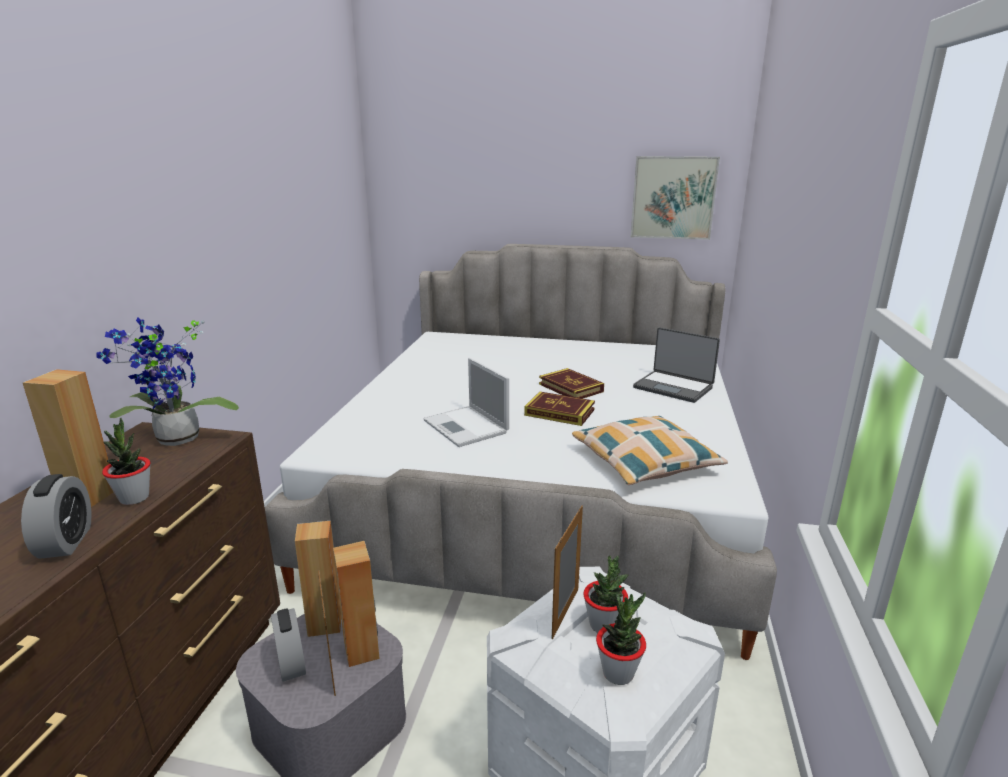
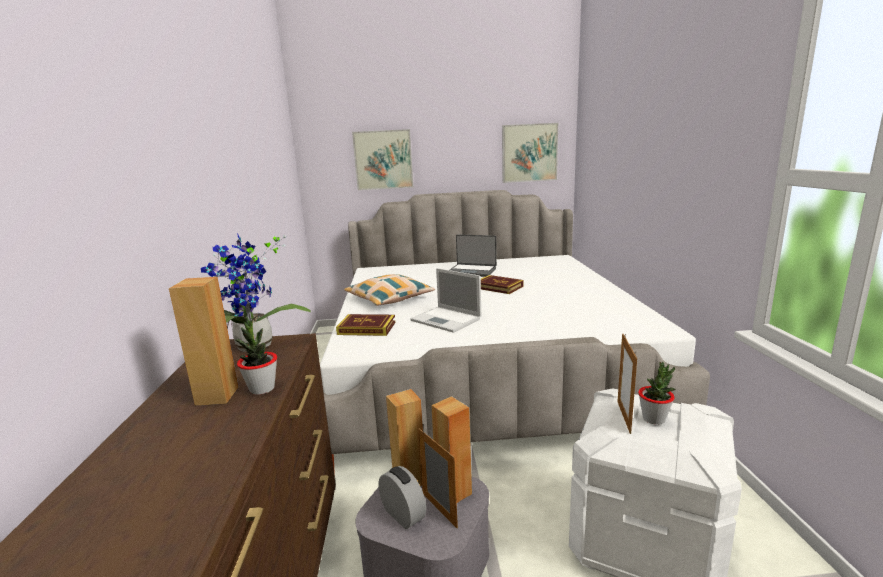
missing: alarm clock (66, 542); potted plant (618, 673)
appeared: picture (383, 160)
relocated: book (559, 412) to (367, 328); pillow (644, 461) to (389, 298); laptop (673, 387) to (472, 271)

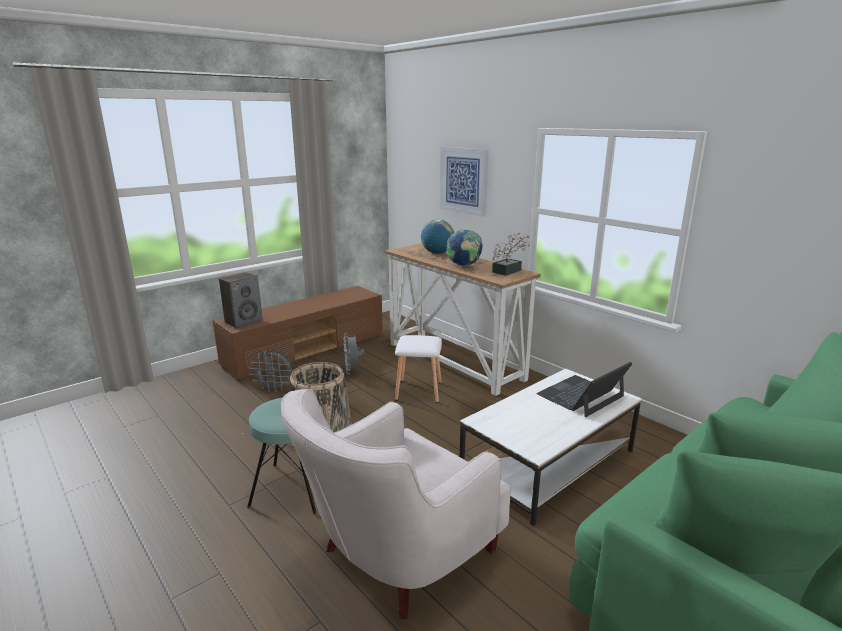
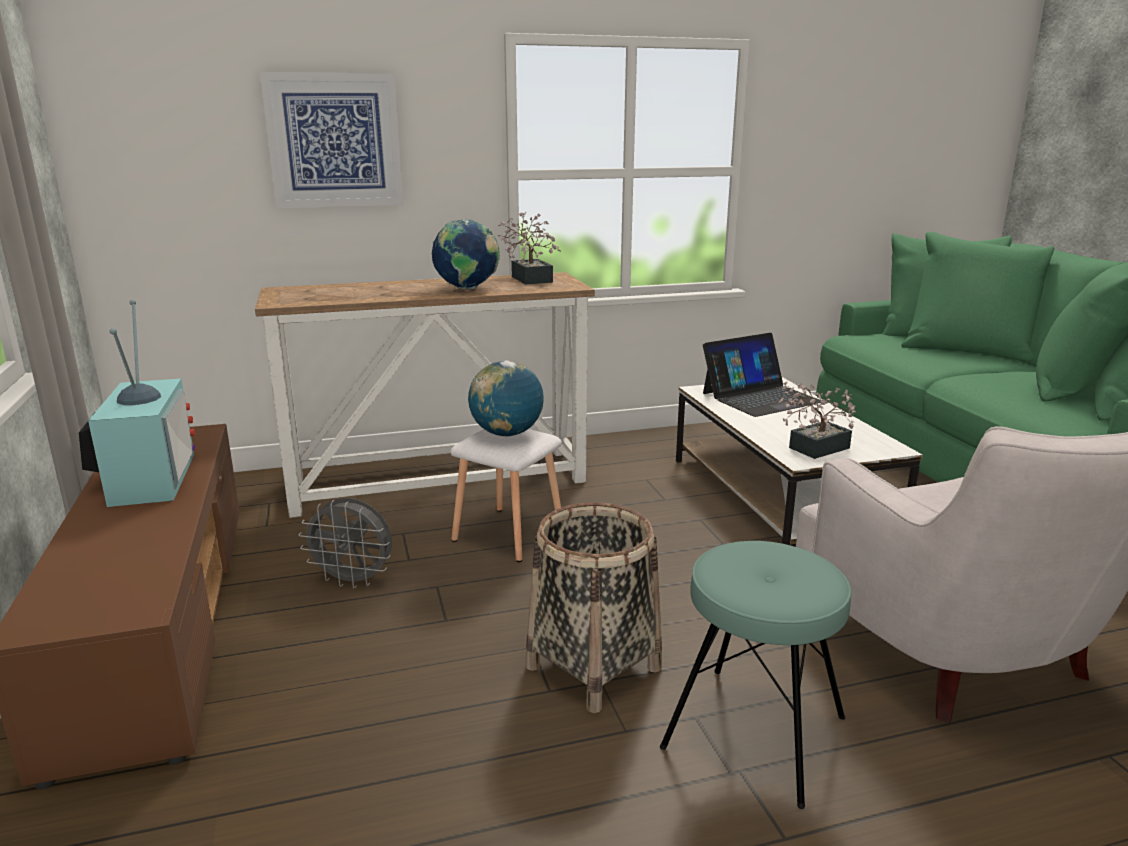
missing: speaker (243, 321); fan (grey) (275, 388)
appeared: television (147, 478); potted plant (813, 449)
relocated: globe (437, 253) to (507, 434)
spun: laptop (581, 395) = (760, 397) 105 degrees counterclockwise

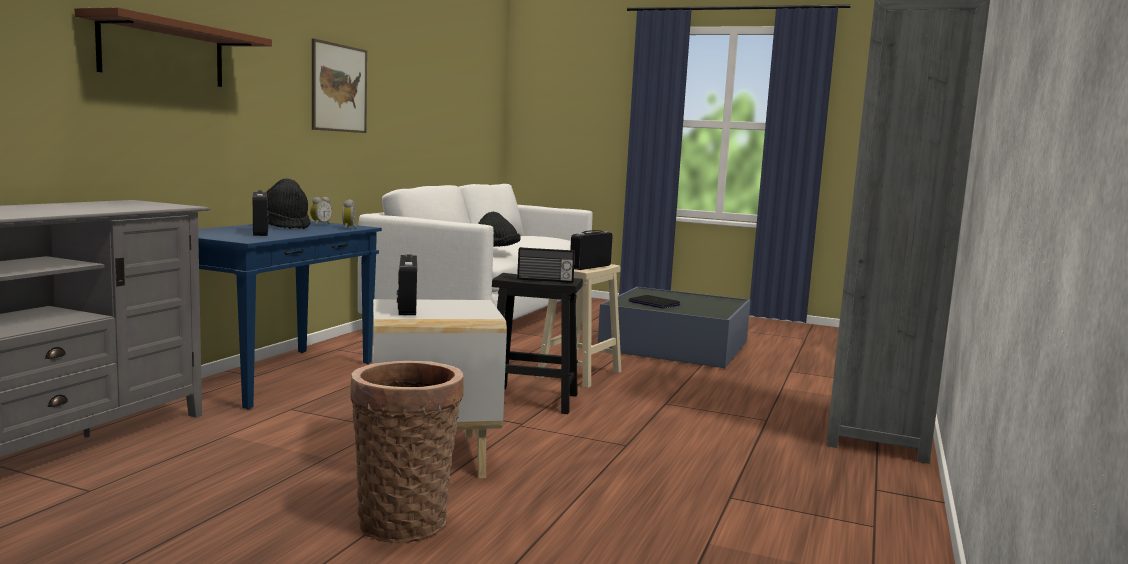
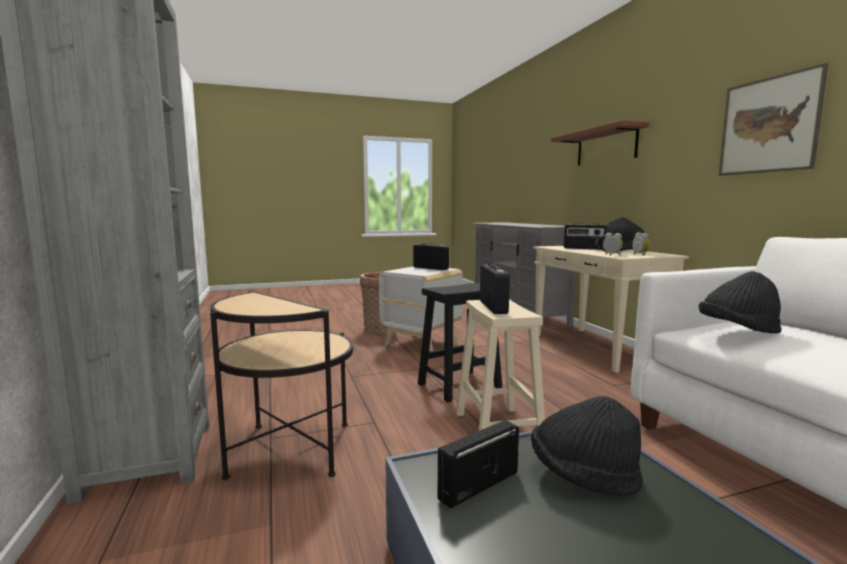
appeared: side table (291, 448)
relocated: radio (545, 280) to (477, 484)
exchanged: laptop (653, 303) to hat (black) (583, 476)
colour: console table (blue) (278, 377) to console table (beige) (597, 349)

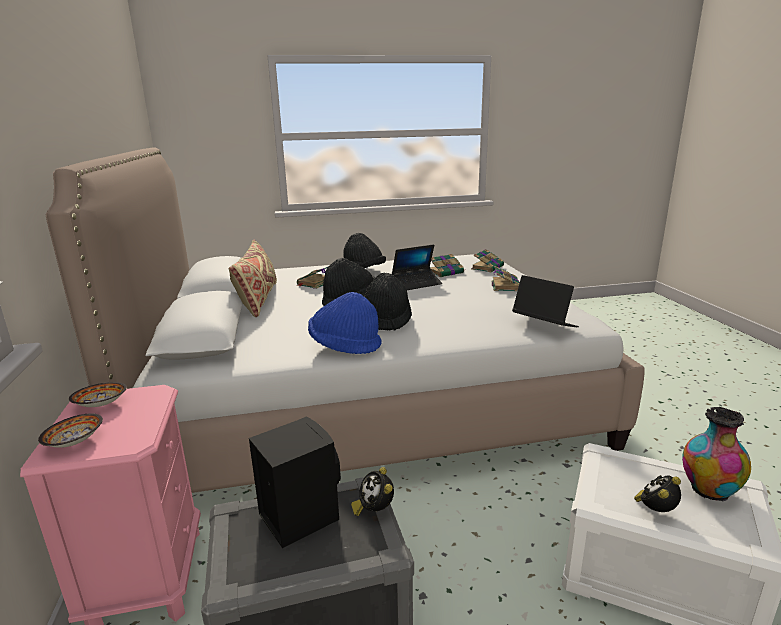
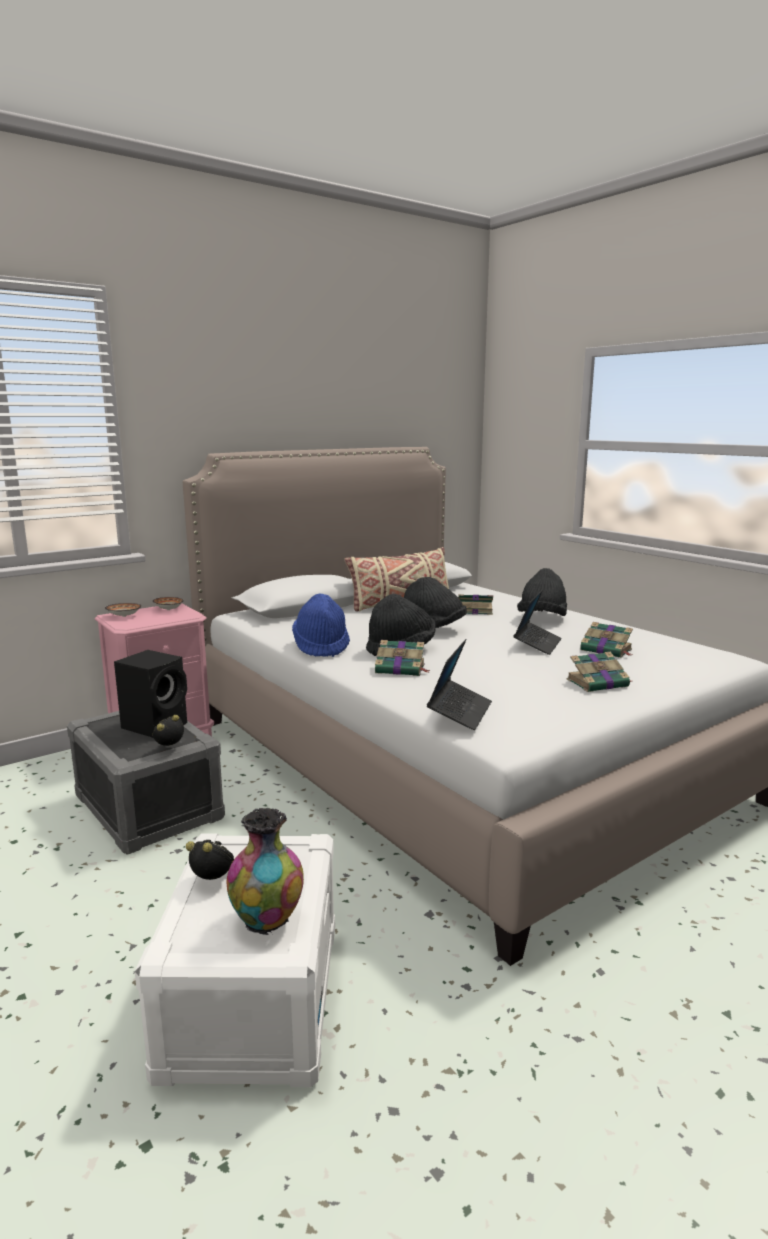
relocated: book (487, 267) to (401, 669)
spun: laptop (417, 283) = (537, 644) 105 degrees counterclockwise

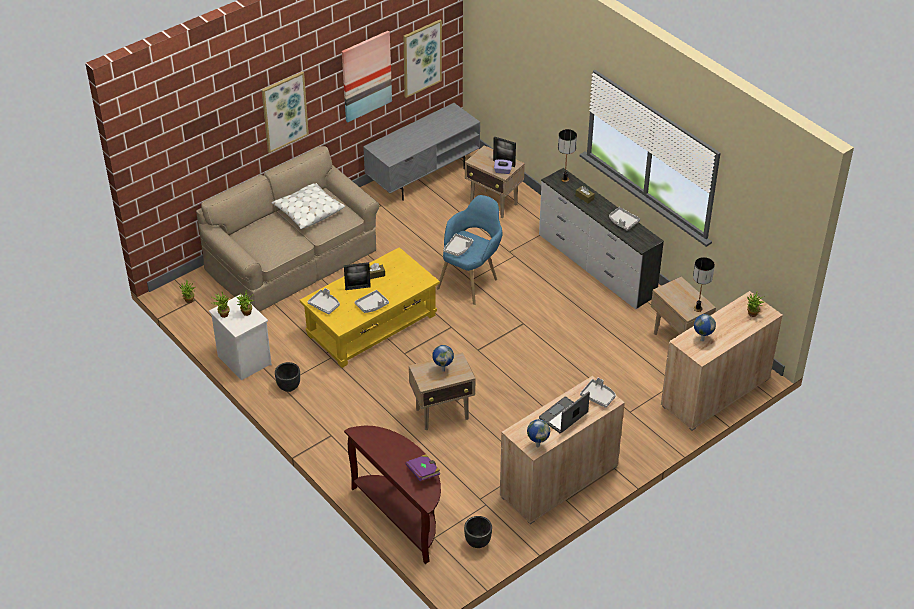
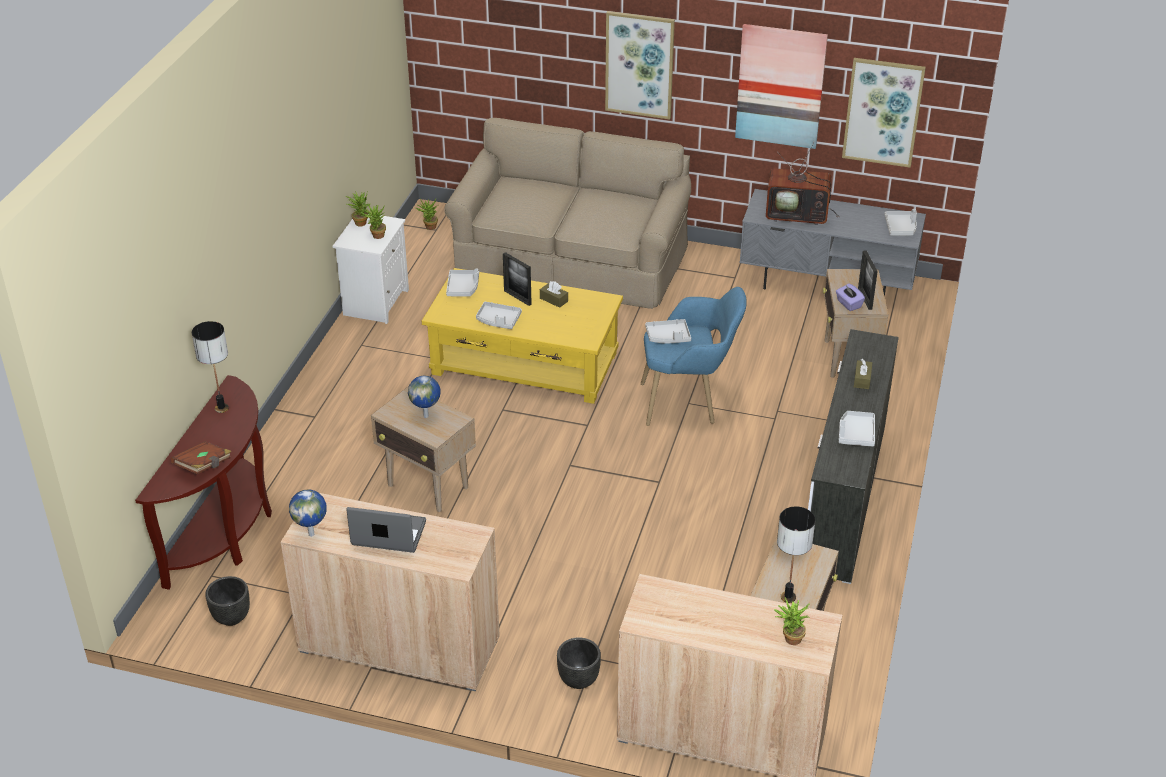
missing: pillow (white) (308, 211); globe (702, 339)
appeared: television (798, 215)
relocated: table lamp (565, 179) to (222, 408); planter (black) (288, 387) to (578, 680); tray (grey) (598, 396) to (901, 228)
colour: book (purple) (423, 472) to book (brown) (204, 466)

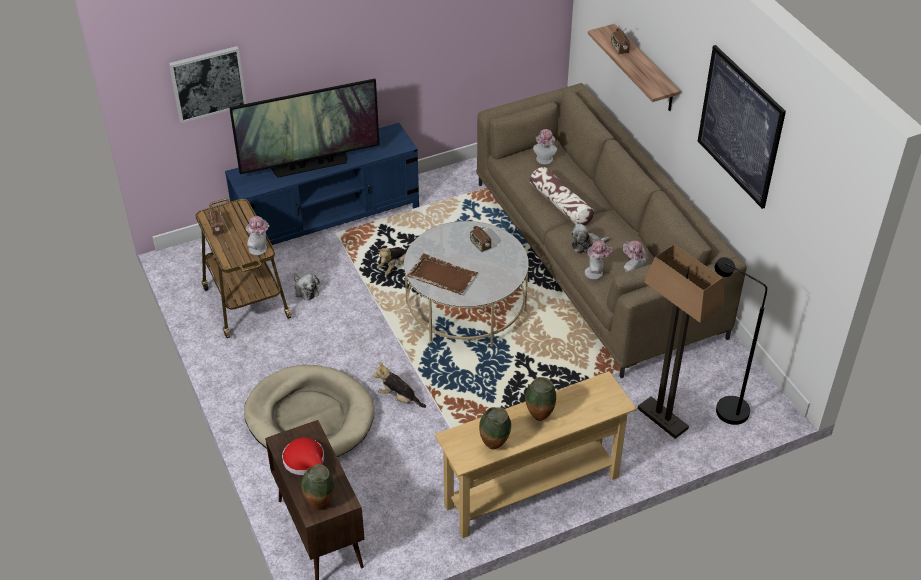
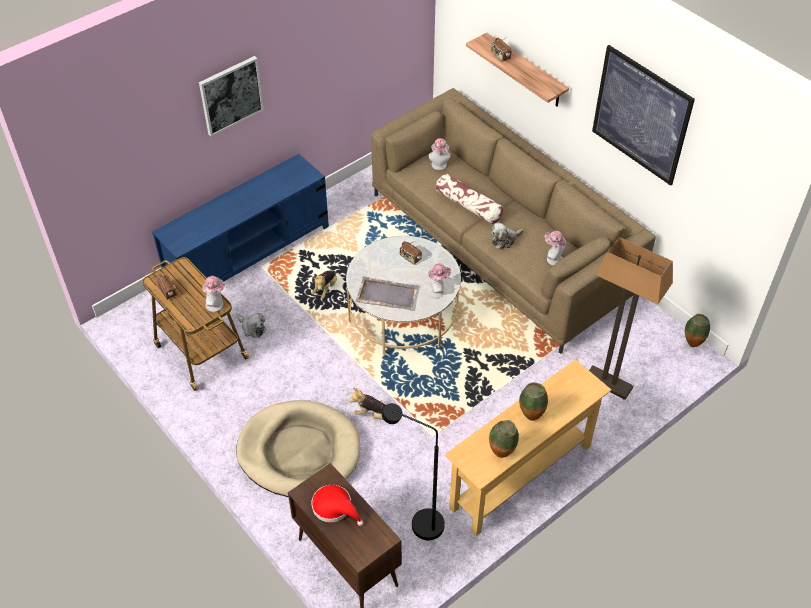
missing: television (310, 165)
relocated: picture (208, 83) to (231, 95); floor lamp (black) (723, 407) to (418, 522); hat (596, 273) to (438, 291); vase (319, 503) to (692, 343)
colour: tray (brown) (441, 276) to tray (grey) (386, 295)

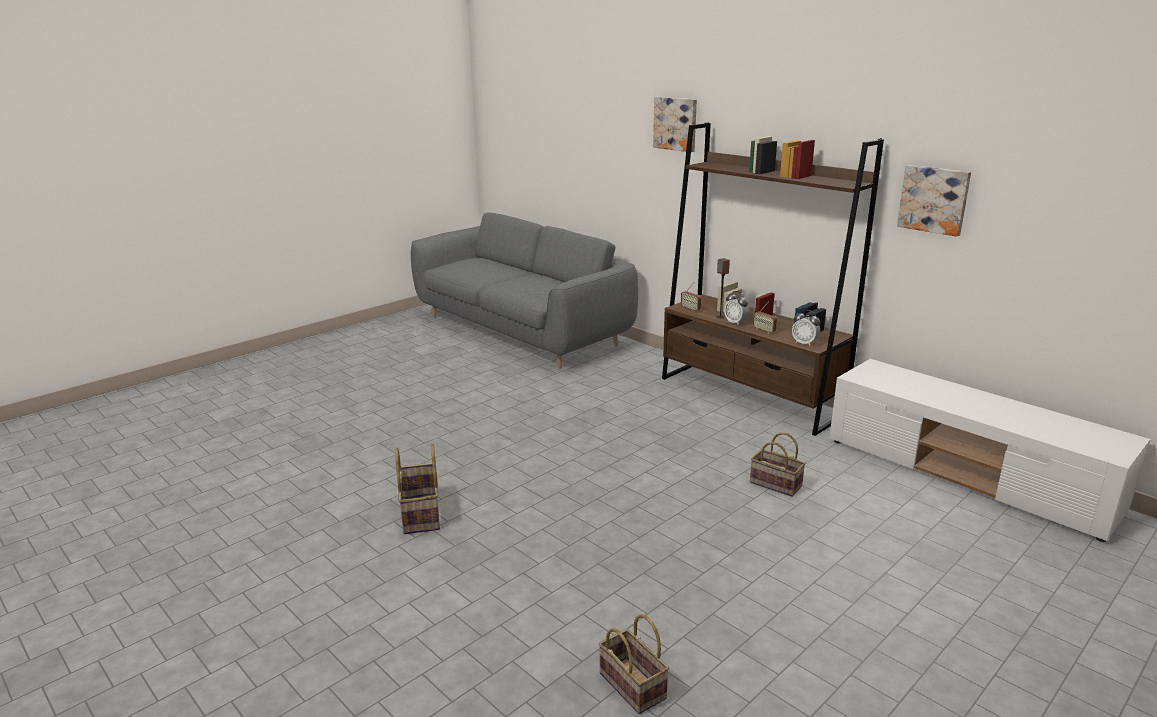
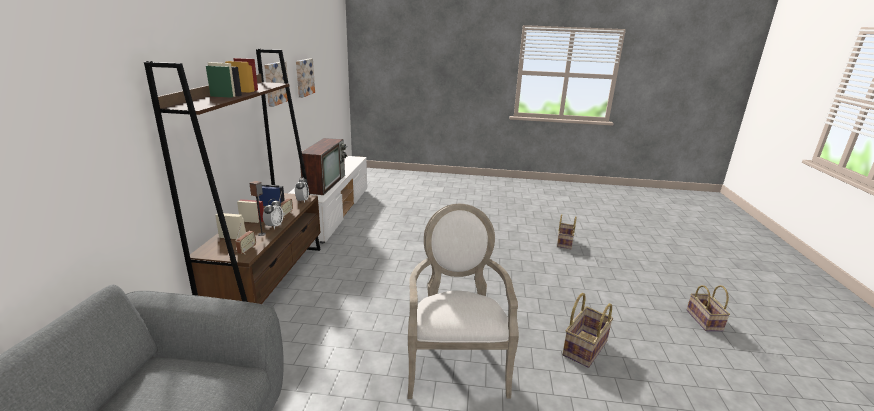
appeared: television (325, 183); armchair (456, 364)
relocated: picture (676, 123) to (303, 77); basket (774, 484) to (705, 321)

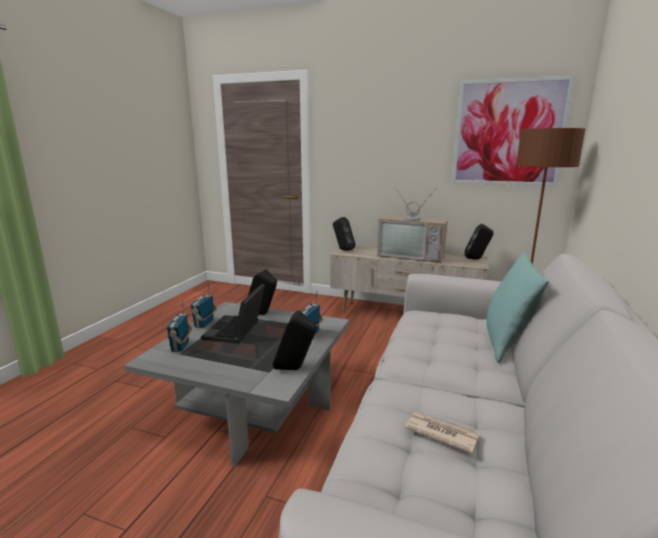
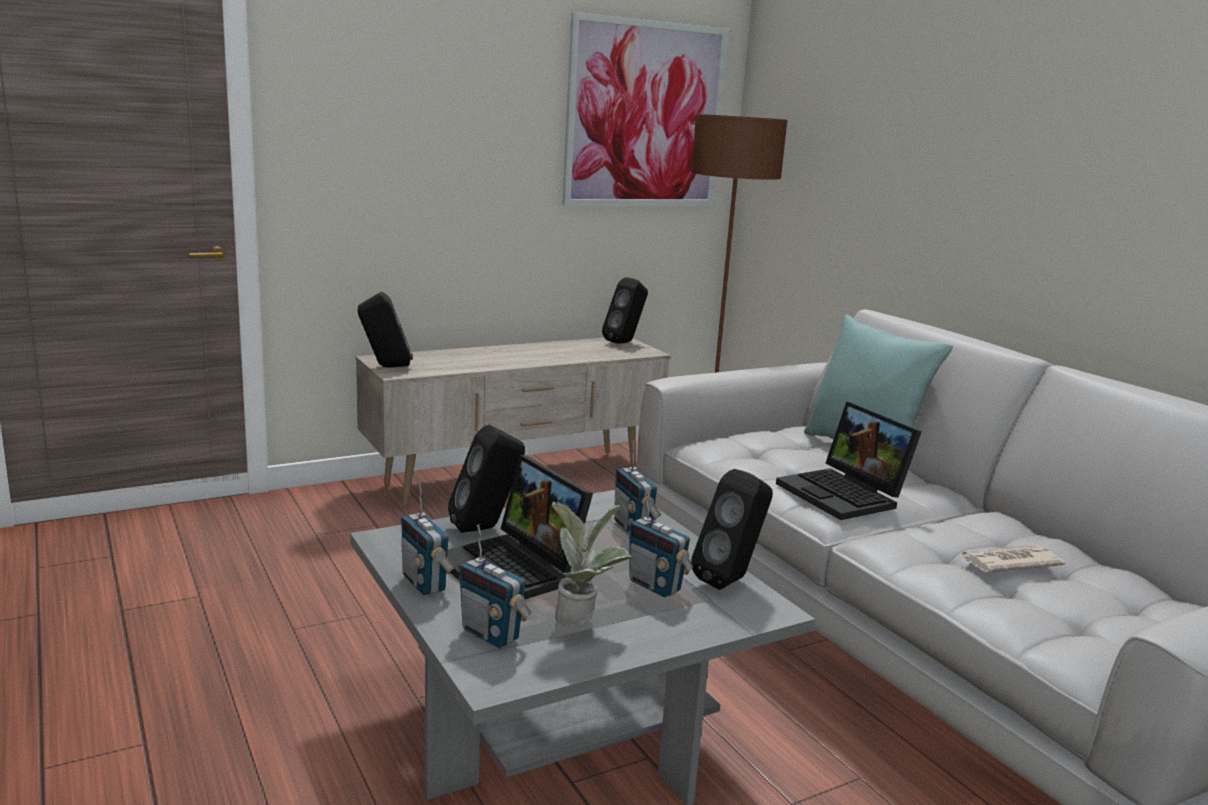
missing: television (412, 256)
appeared: potted plant (583, 617); radio (655, 586); laptop (845, 495)

